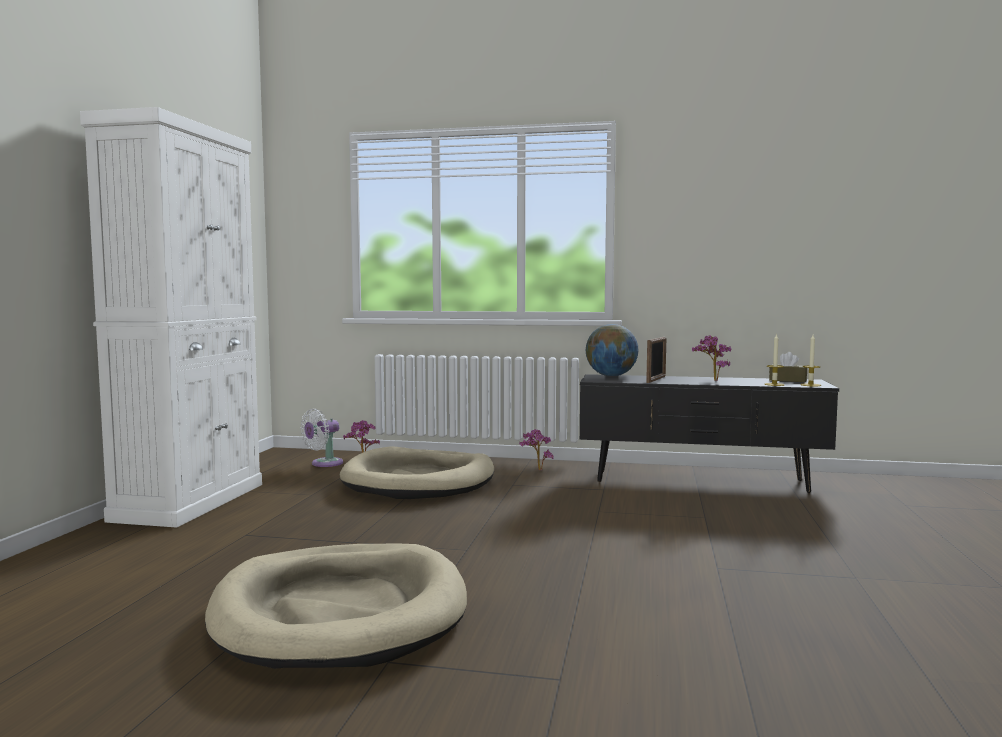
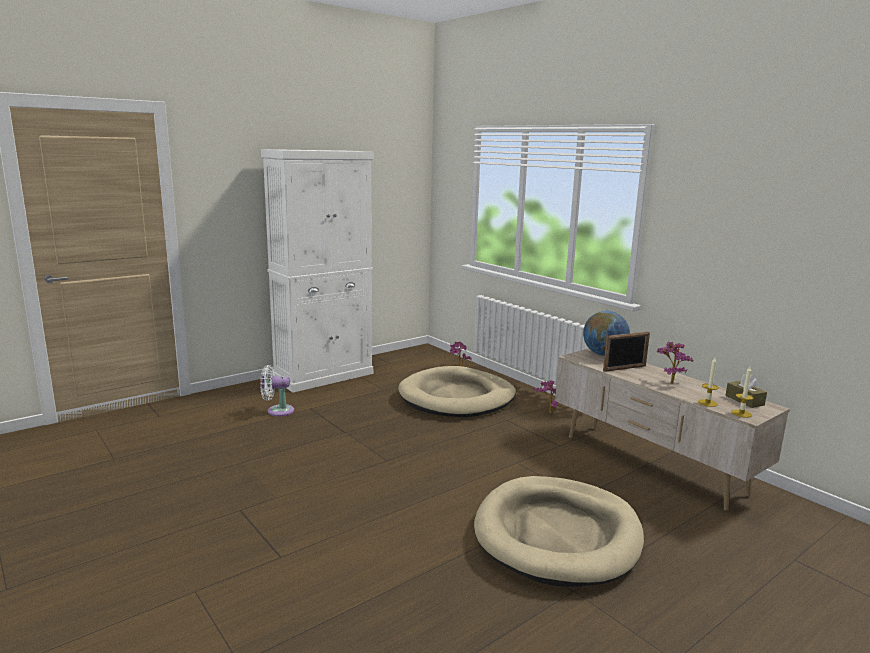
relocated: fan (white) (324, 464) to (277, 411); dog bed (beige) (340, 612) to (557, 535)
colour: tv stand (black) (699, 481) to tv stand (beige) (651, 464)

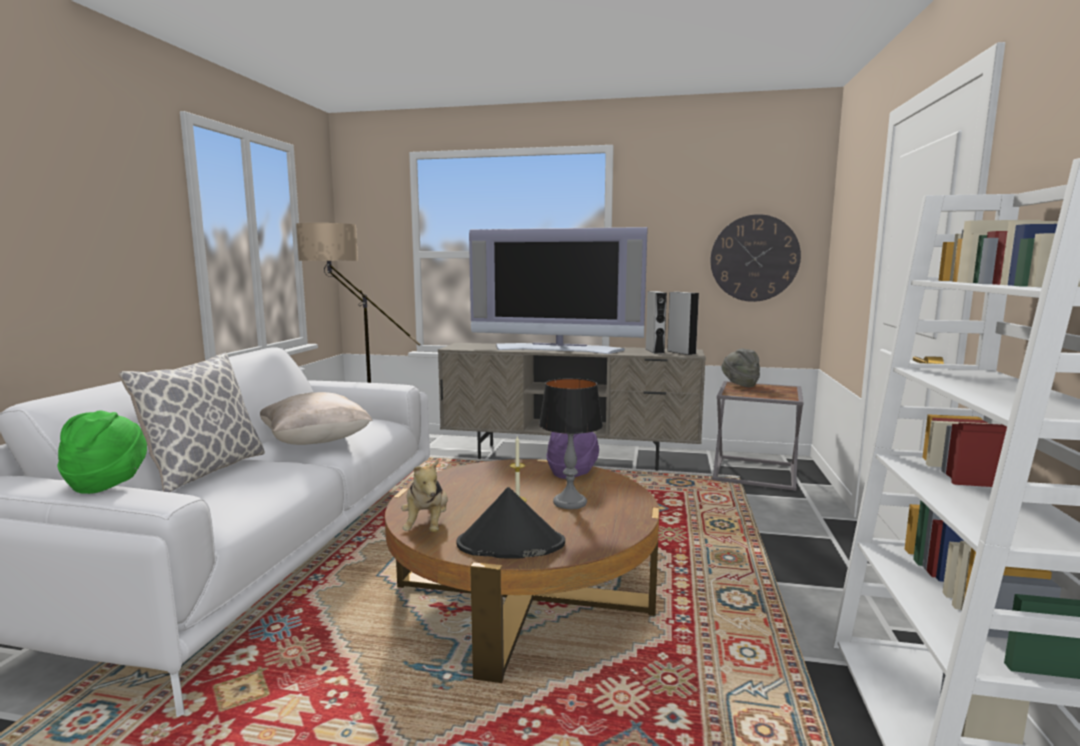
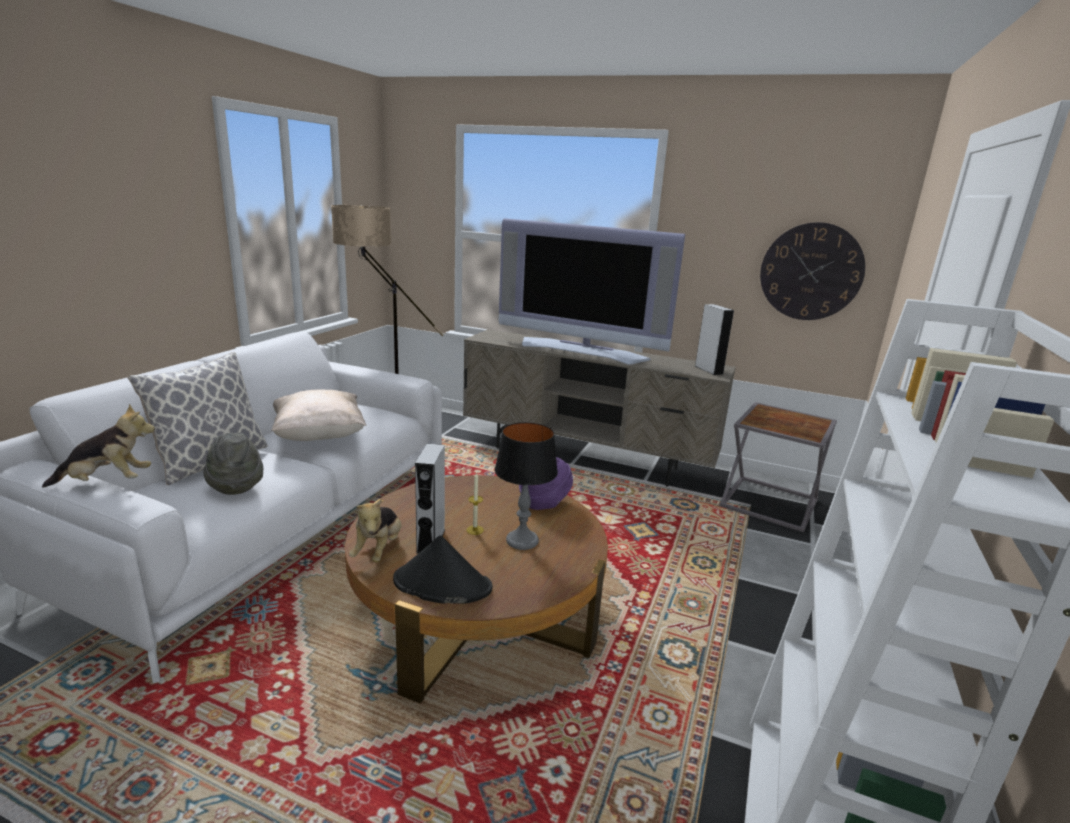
relocated: hat (grey) (739, 385) to (236, 485); speaker (grey) (654, 351) to (430, 541)
exchanged: hat (green) (108, 483) to plush toy (107, 482)

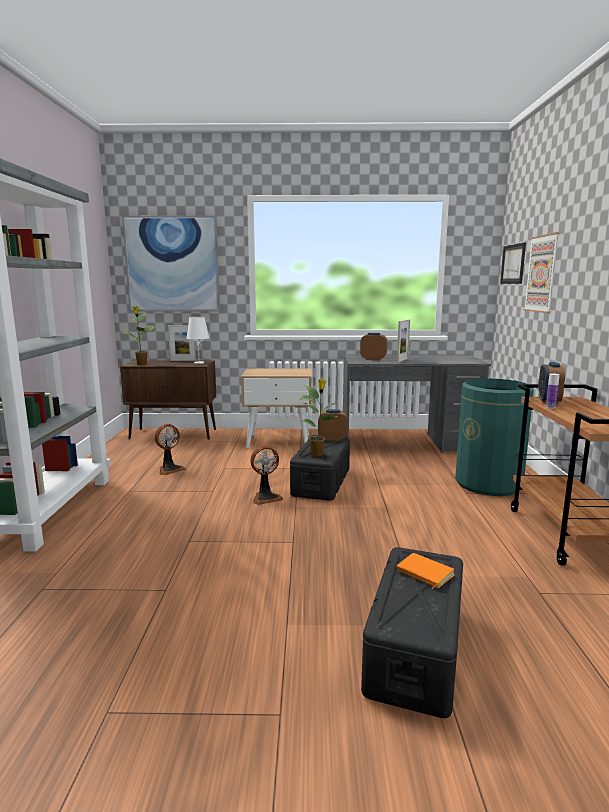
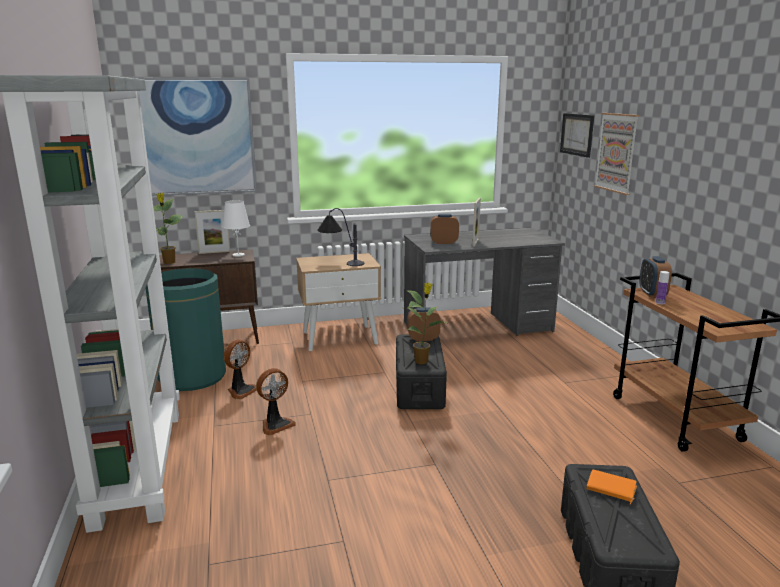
appeared: table lamp (339, 261)
relocated: trash can (green) (488, 484) to (193, 376); fan (266, 498) to (275, 424)

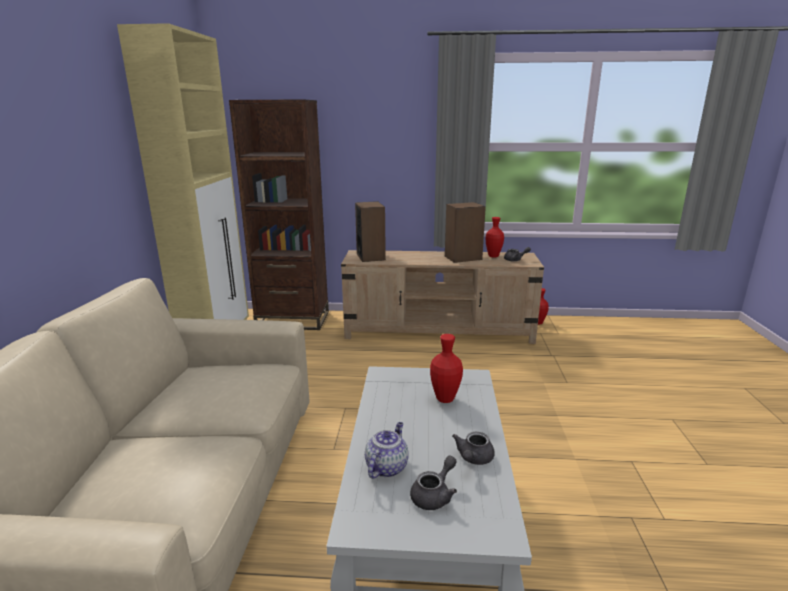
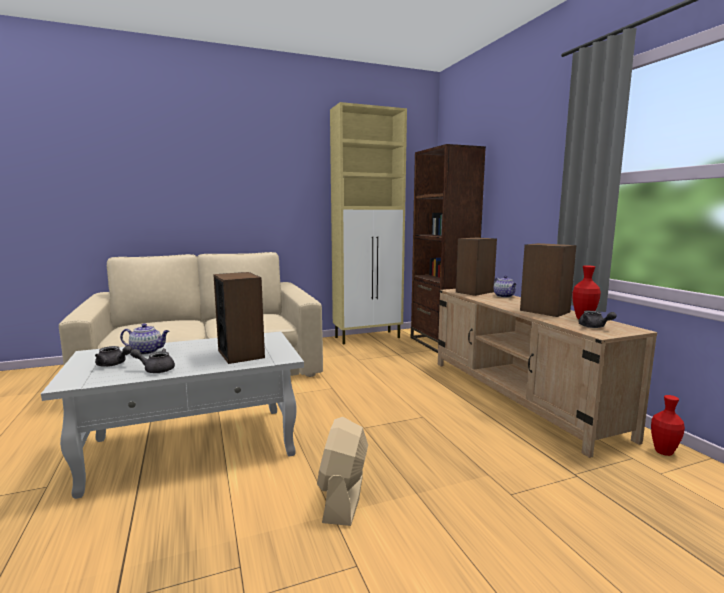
appeared: fan (beige) (343, 498); teapot (504, 296)
exchanged: vase (red) (445, 399) to speaker (241, 354)

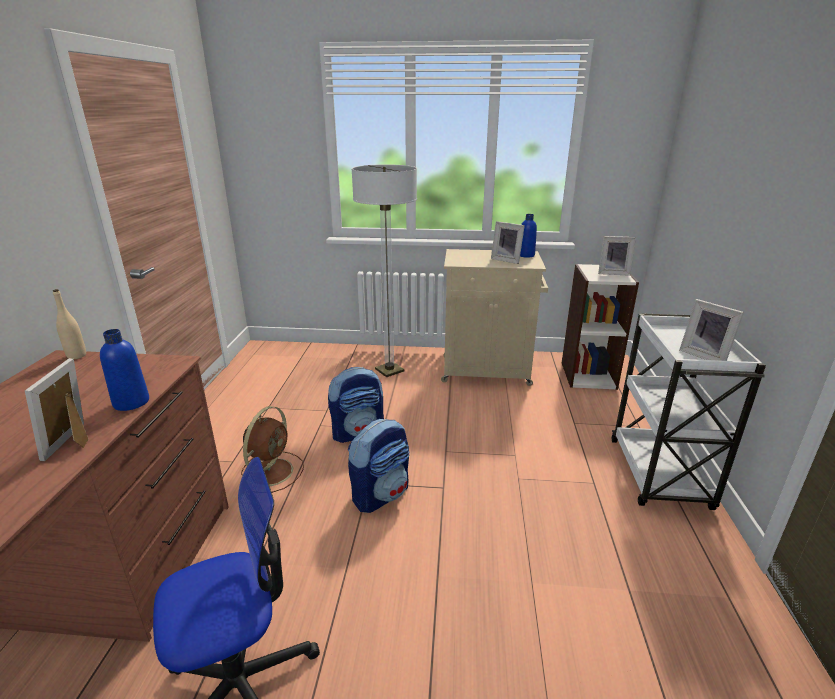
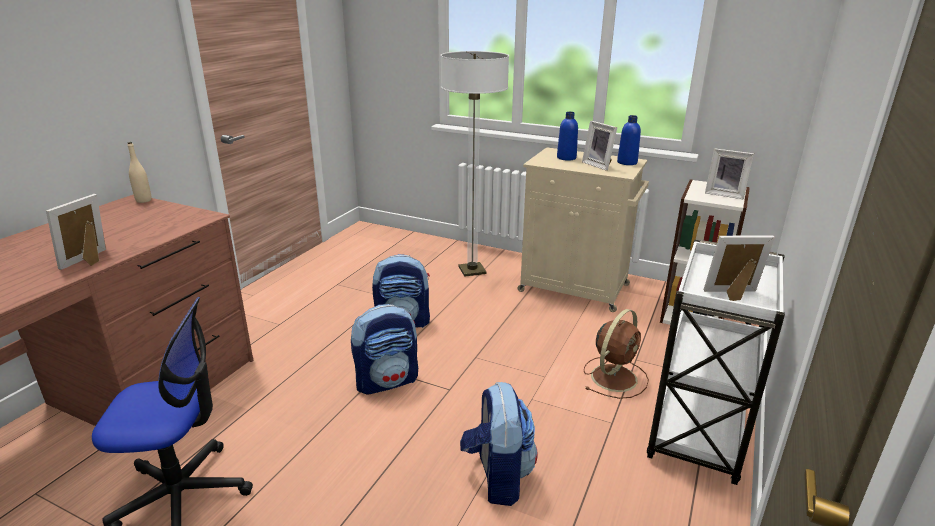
appeared: backpack (497, 476)
relocated: bottle (blue) (131, 402) to (566, 158); fan (brown) (272, 471) to (615, 377)
spun: picture frame (705, 355) = (733, 295) 105 degrees clockwise

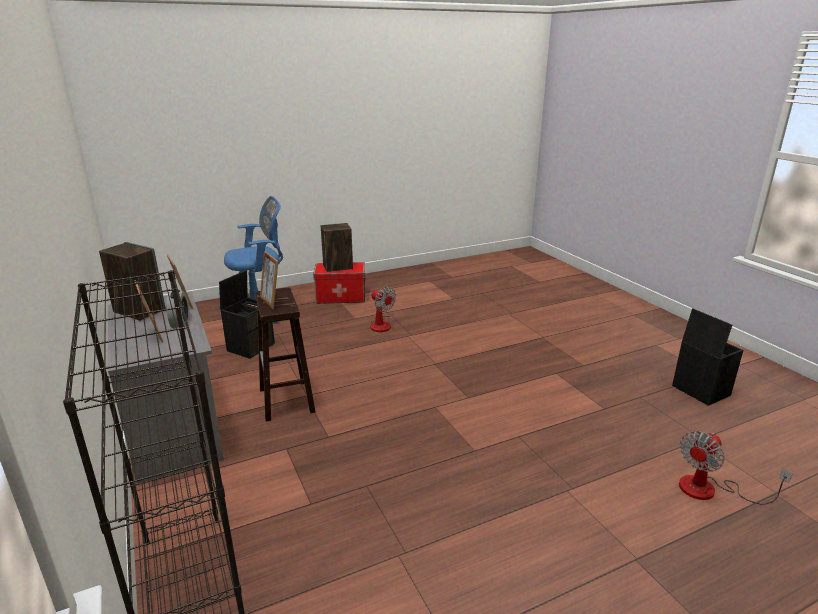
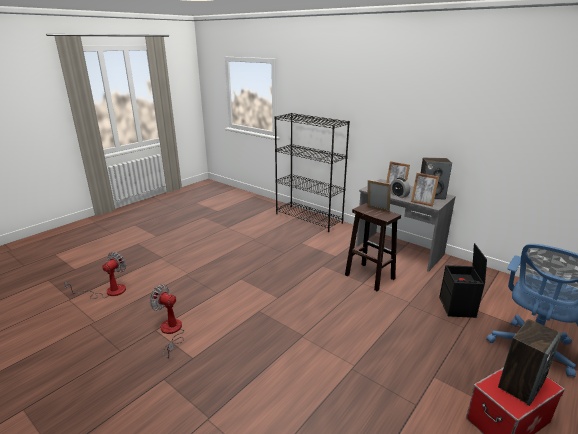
missing: storage box (black) (699, 390)
relocated: fan (382, 323) to (171, 332)

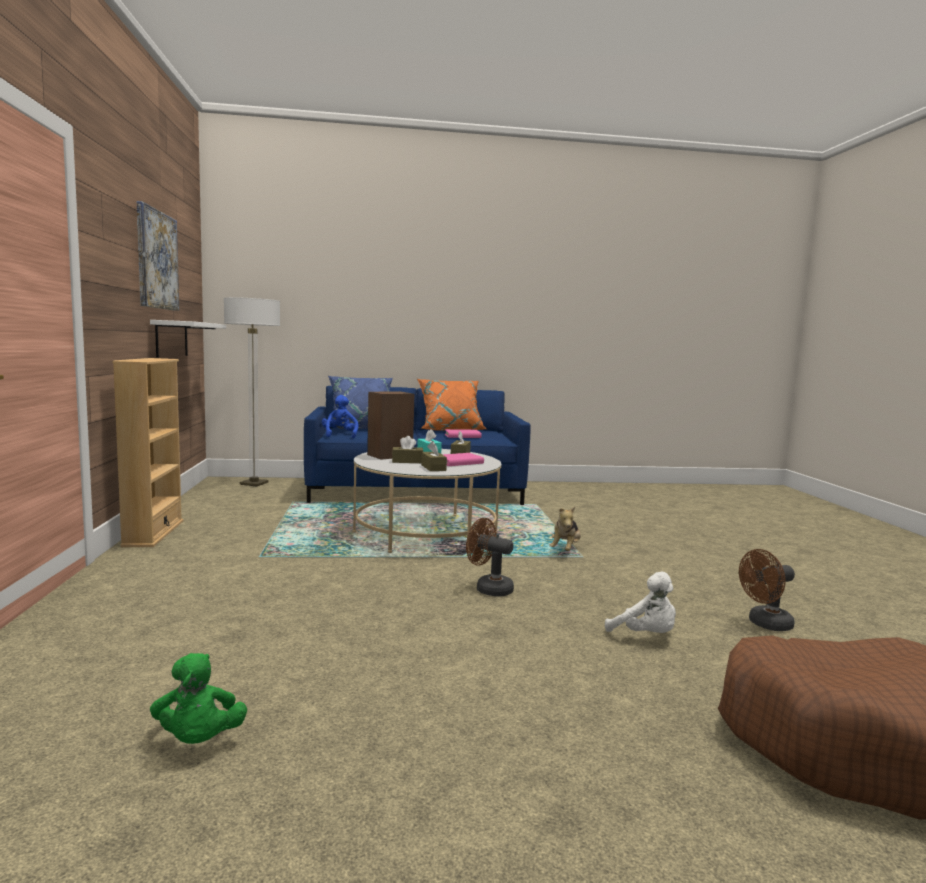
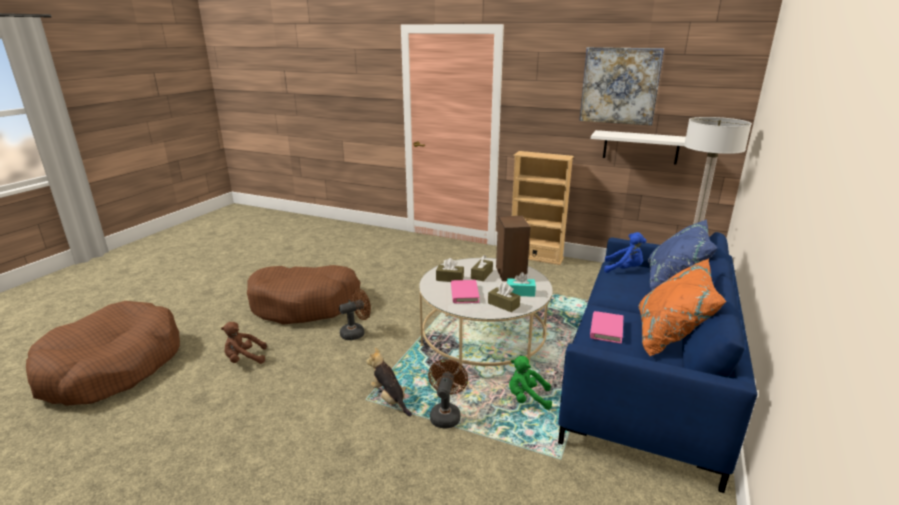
appeared: dog bed (brown) (305, 304)
relocated: fan (brown) (765, 624) to (446, 414); plush toy (green) (198, 741) to (527, 398)
colour: plush toy (white) (645, 635) to plush toy (brown) (244, 359)

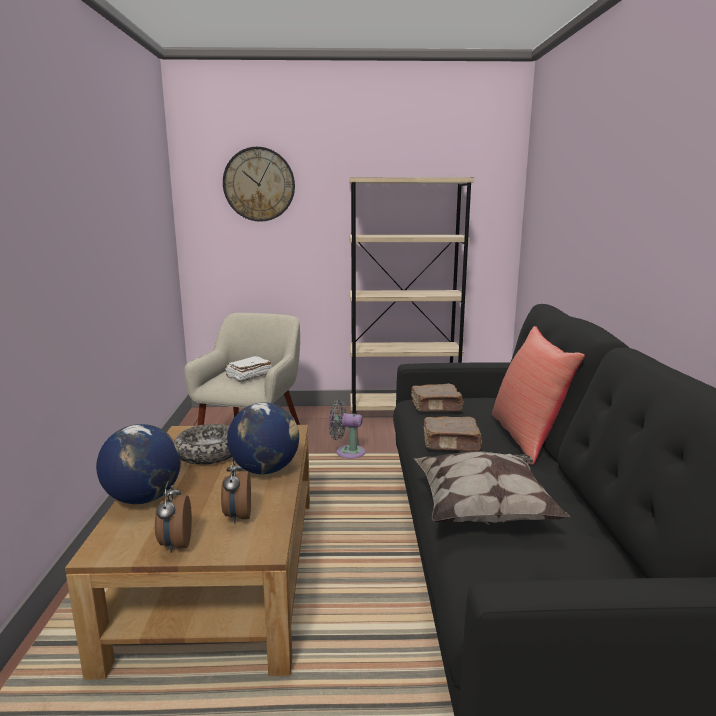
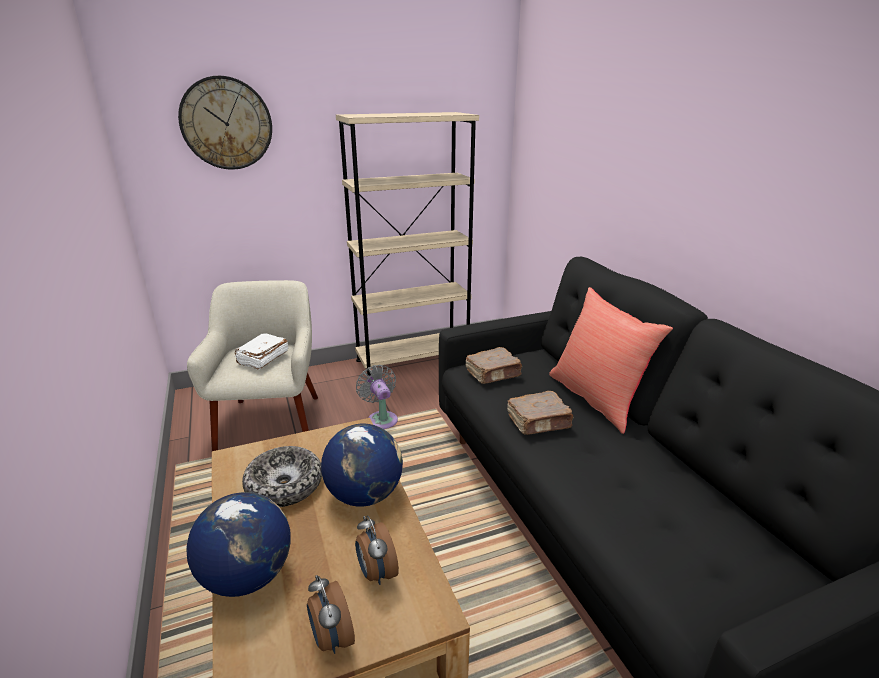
missing: pillow (484, 511)
spun: fan (grey) (347, 452) = (381, 419) 75 degrees clockwise

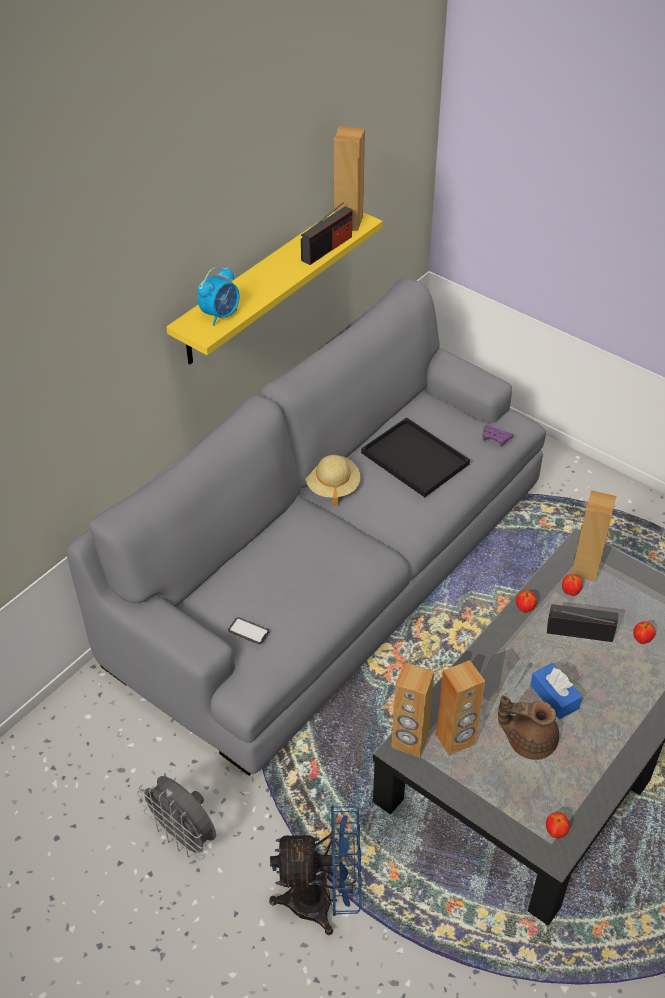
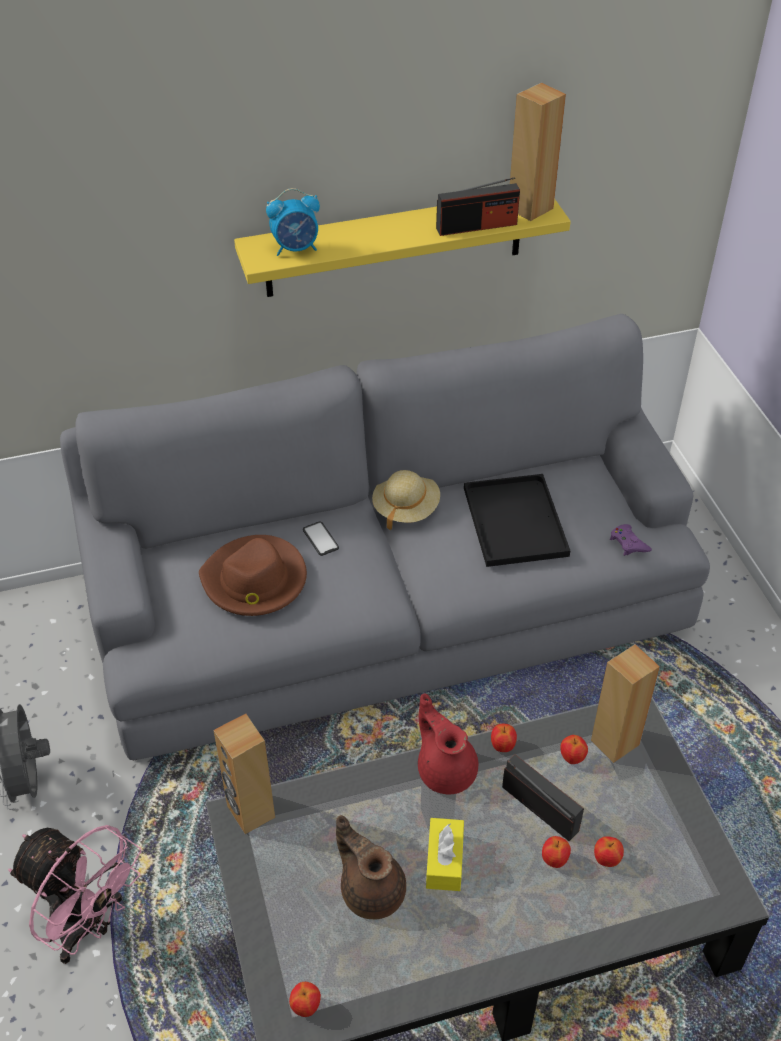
missing: speaker (brown) (455, 739)
appeared: hat (brown) (254, 580); teapot (red) (445, 769); apple (554, 860)
relocated: phone (248, 631) to (320, 539)
colour: fan (blue) (323, 901) to fan (pink) (88, 926); tissue box (blue) (554, 697) to tissue box (yellow) (444, 861)

